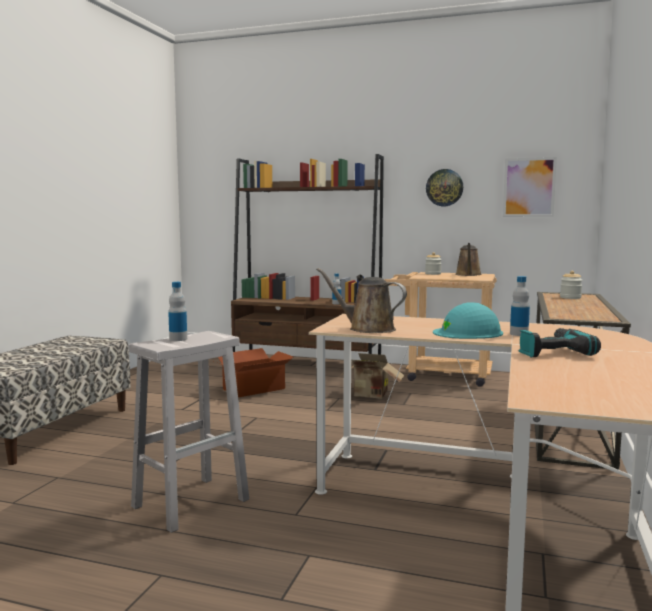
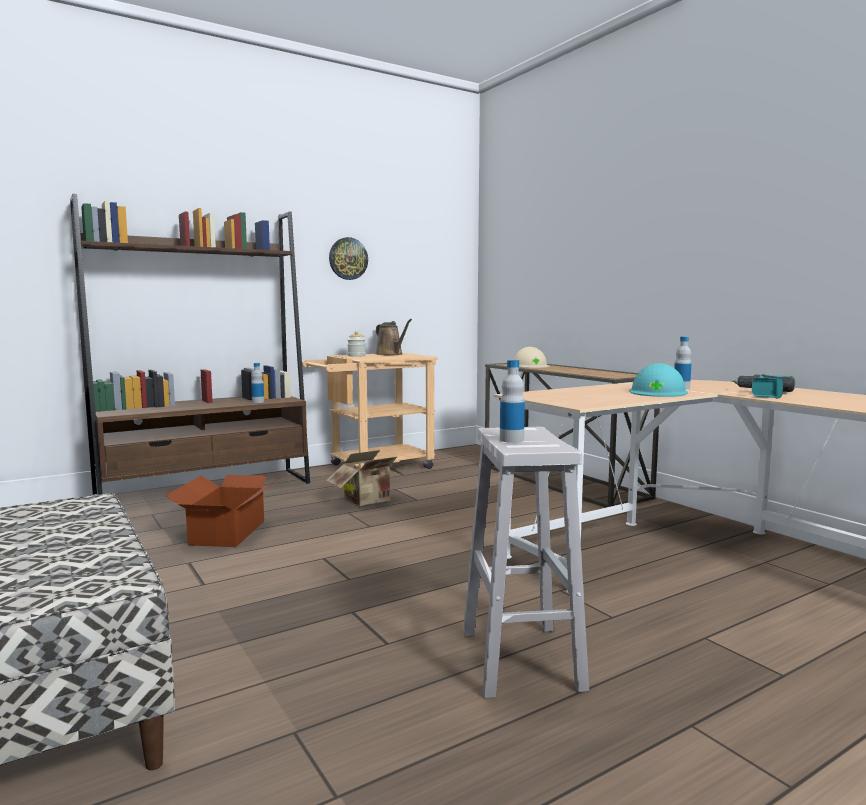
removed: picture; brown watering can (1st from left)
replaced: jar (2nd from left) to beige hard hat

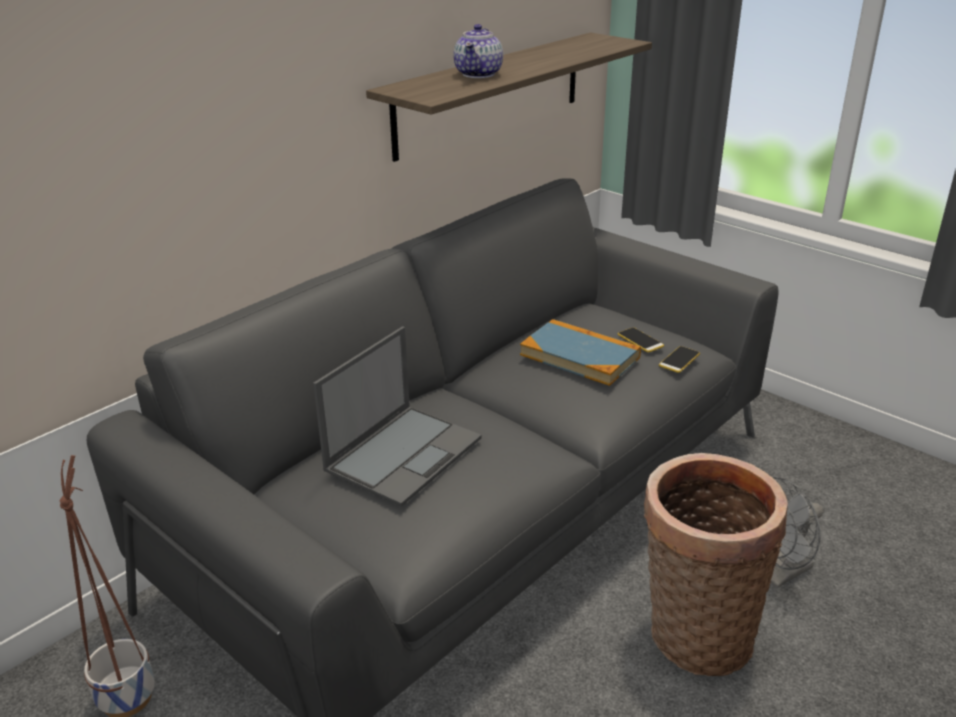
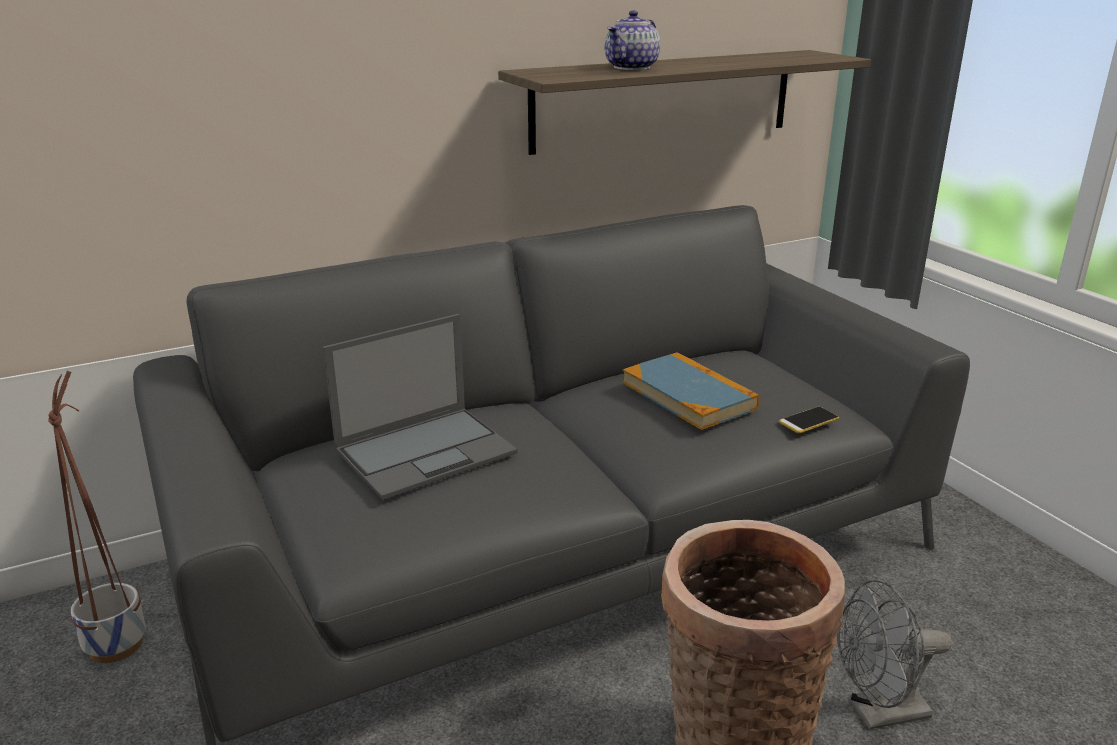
removed: phone (1st from left)

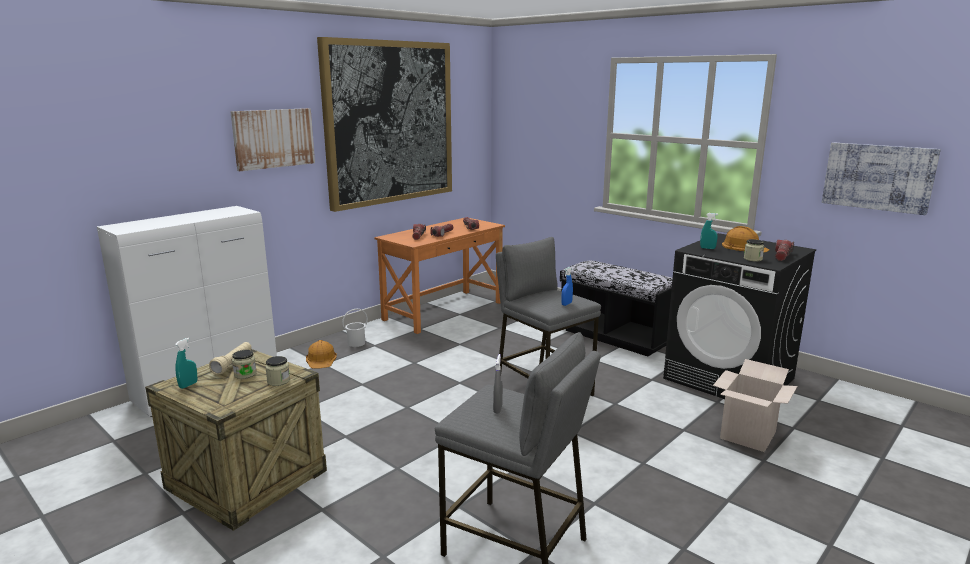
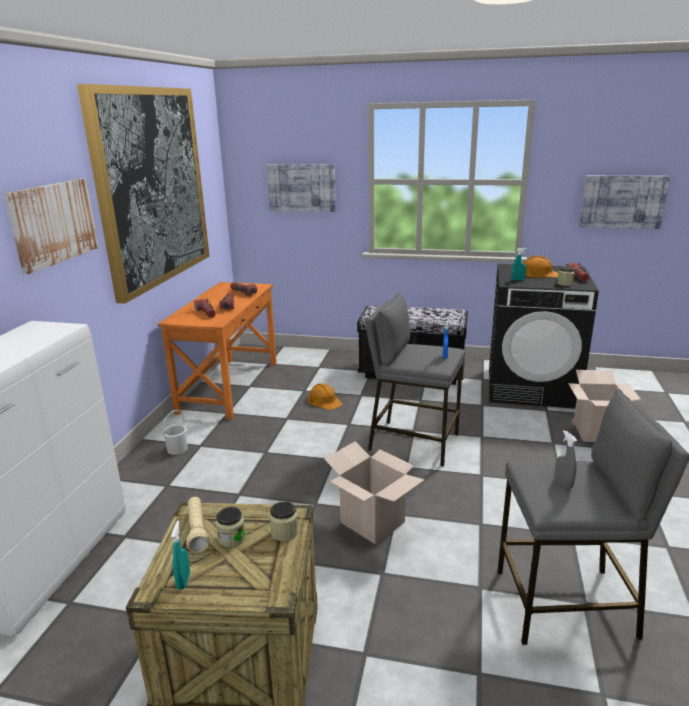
added: picture (3rd from left); cardboard box (1st from left)
moved: orange hard hat (1st from left)

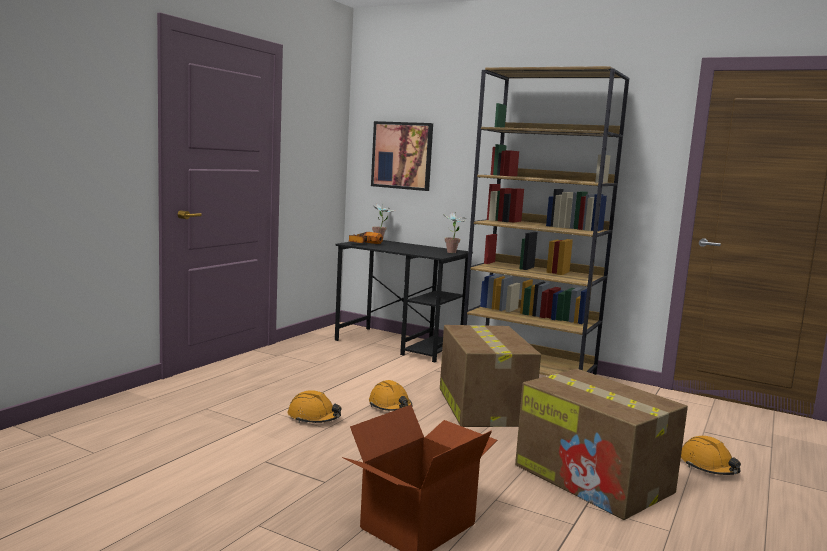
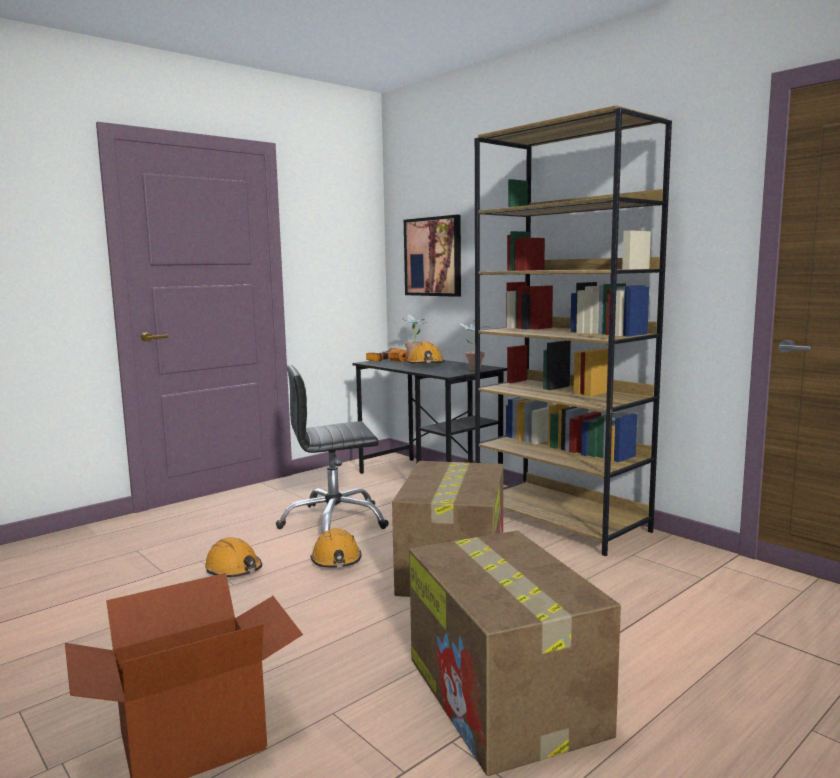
added: black office chair
moved: orange hard hat (3rd from left)

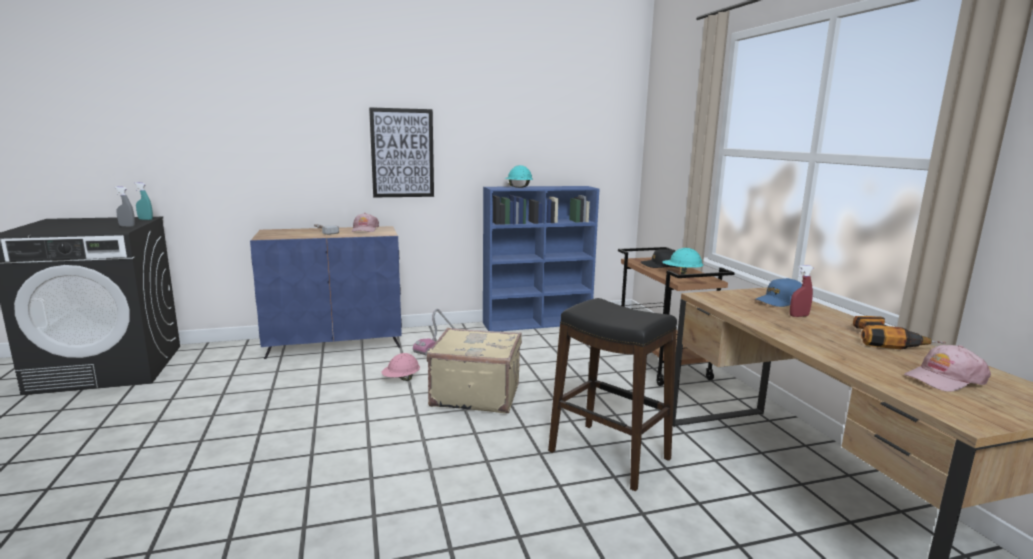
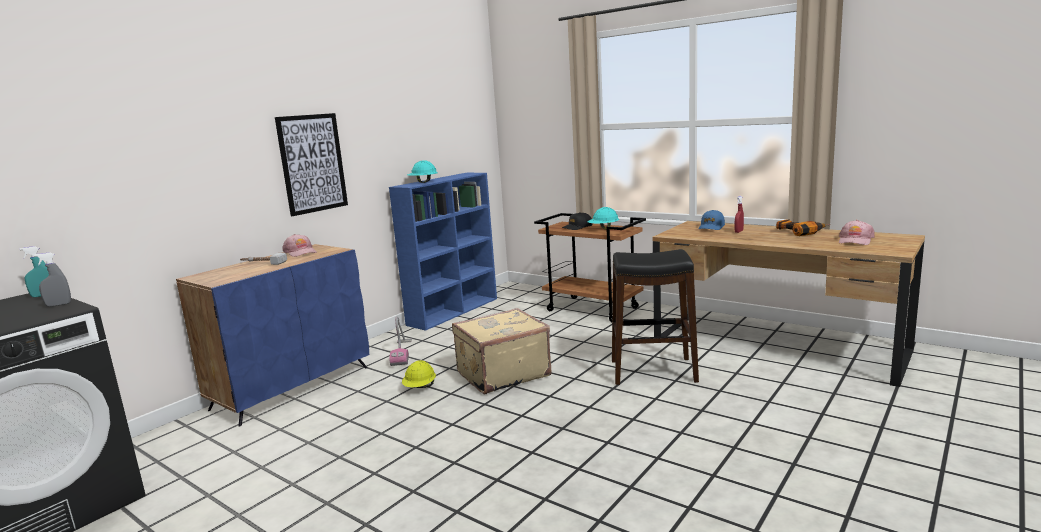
recoloured: pink hard hat to yellow hard hat

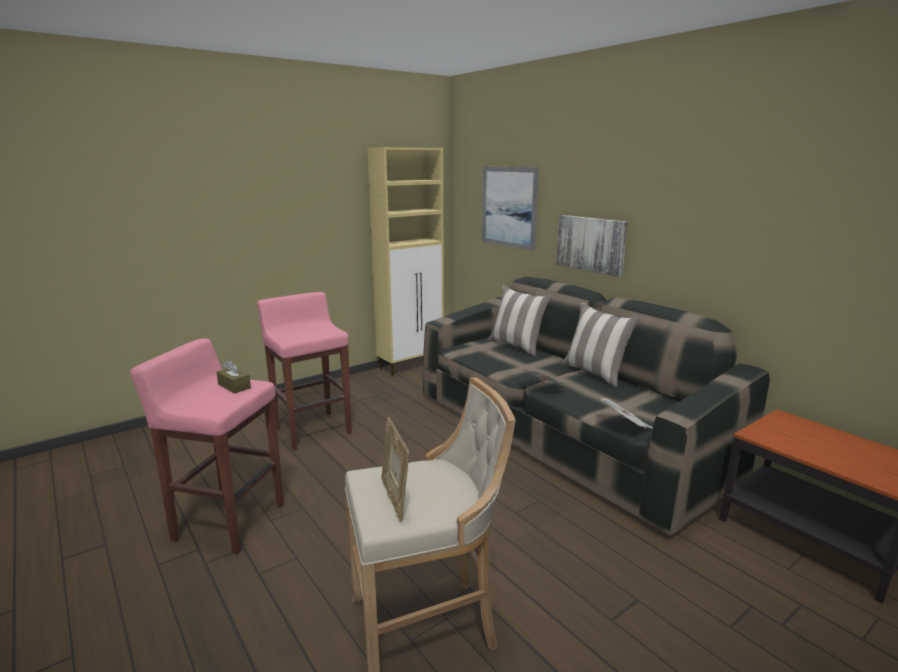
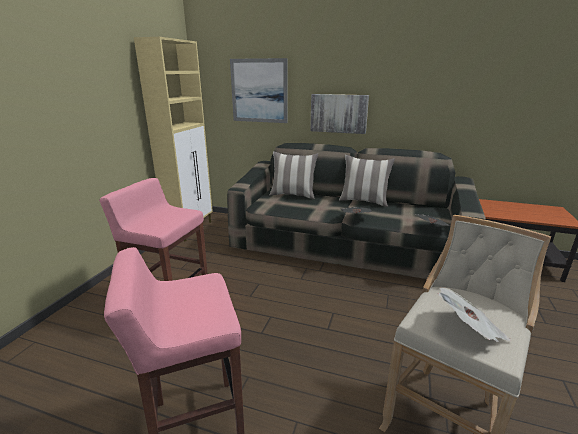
removed: brown tissue box
replaced: picture frame to newspaper (3rd from left)

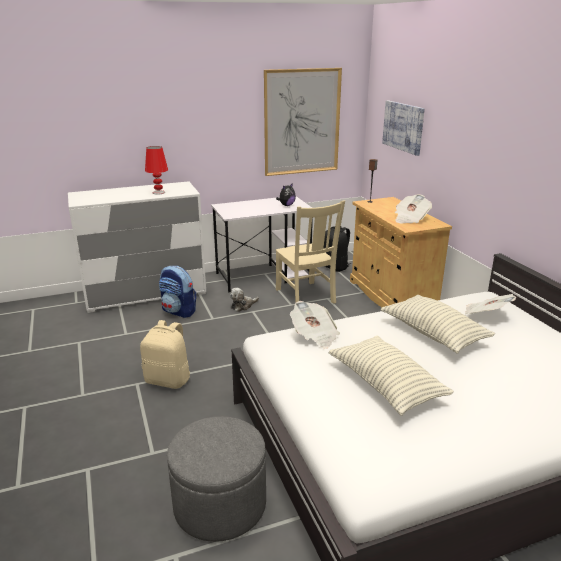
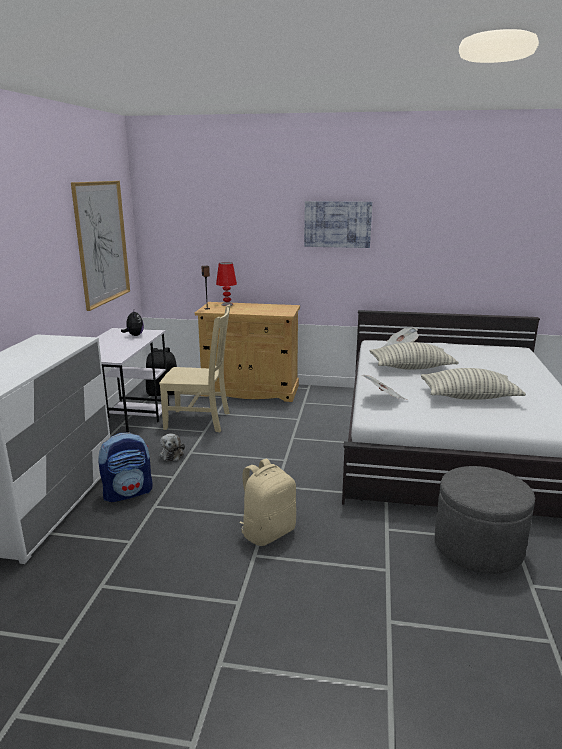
removed: newspaper (2nd from left)
moved: picture (2nd from left); red table lamp

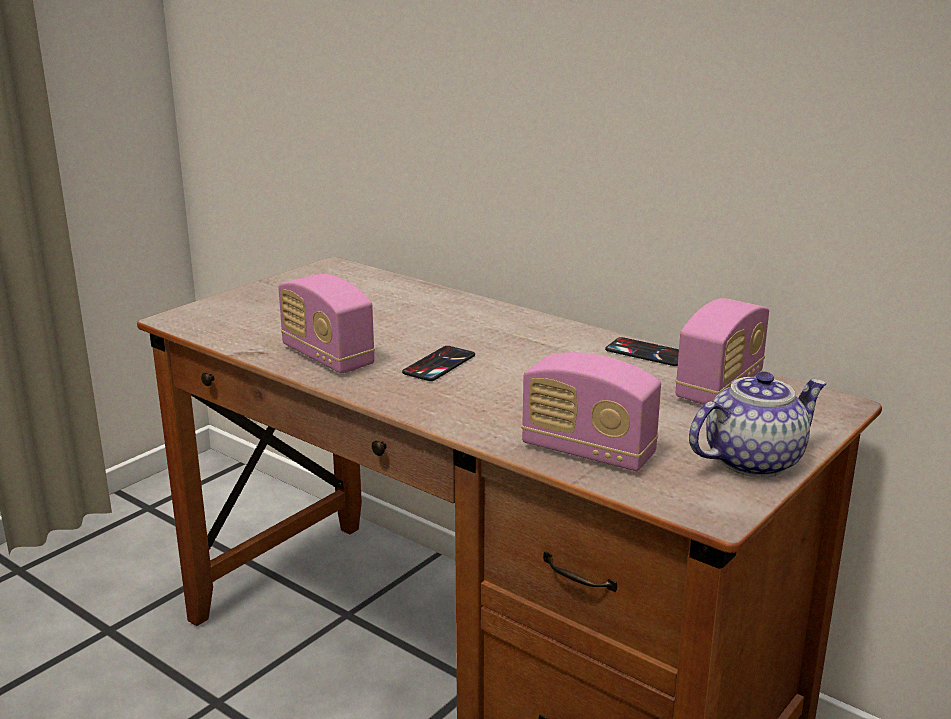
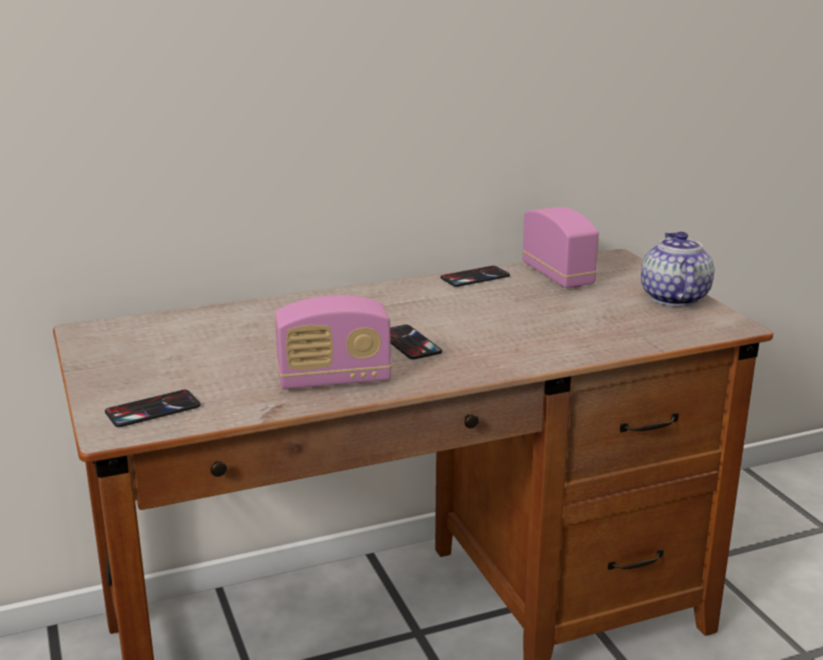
removed: radio (2nd from left)
added: phone (1st from left)

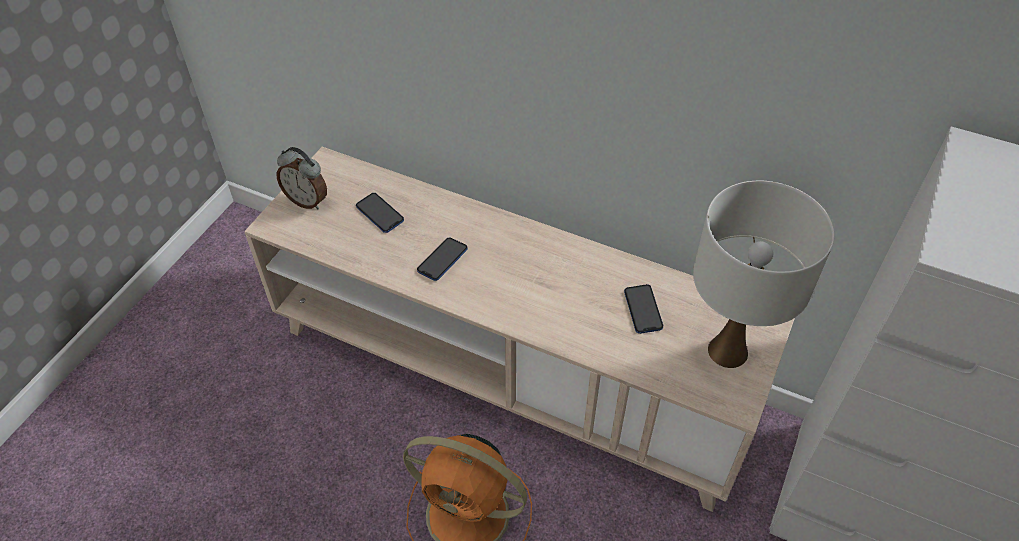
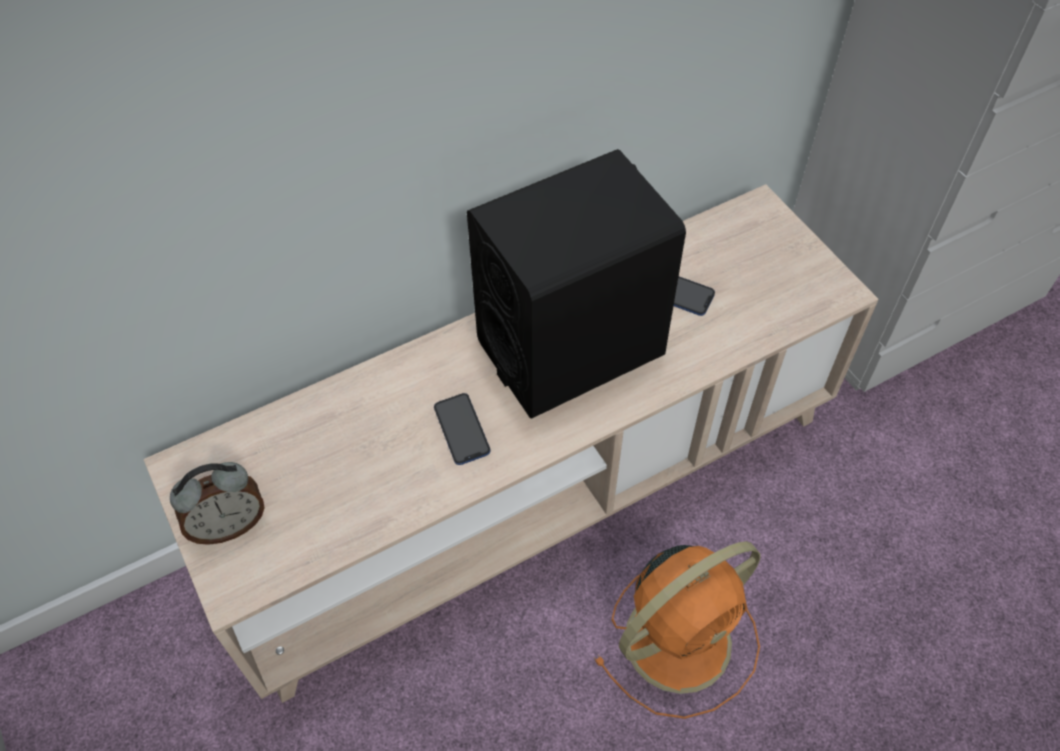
removed: white table lamp; phone (1st from left)
added: black speaker

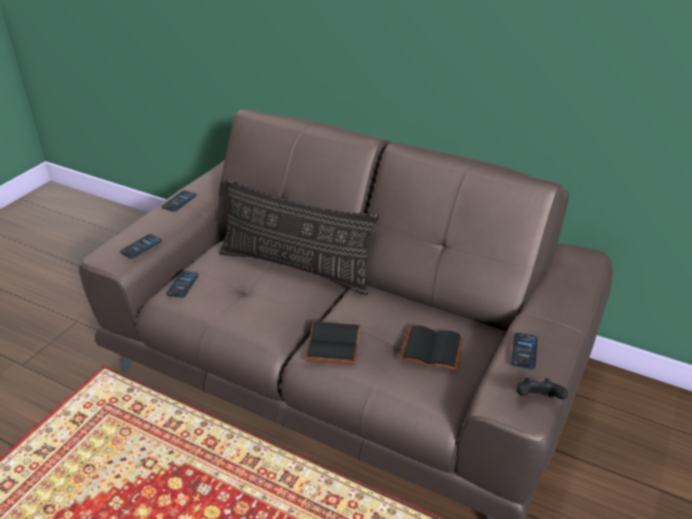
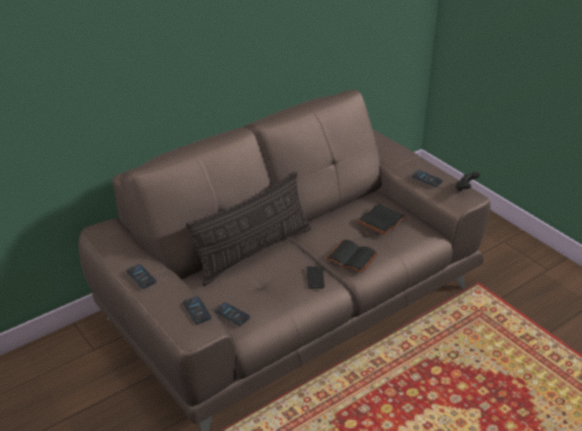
added: phone (4th from left)

